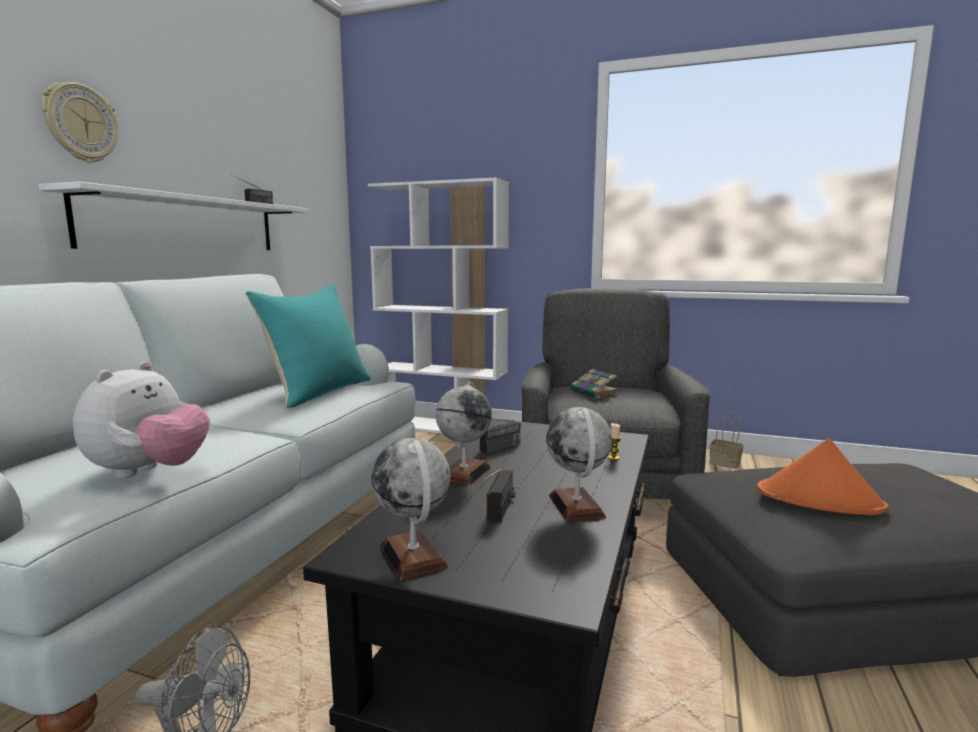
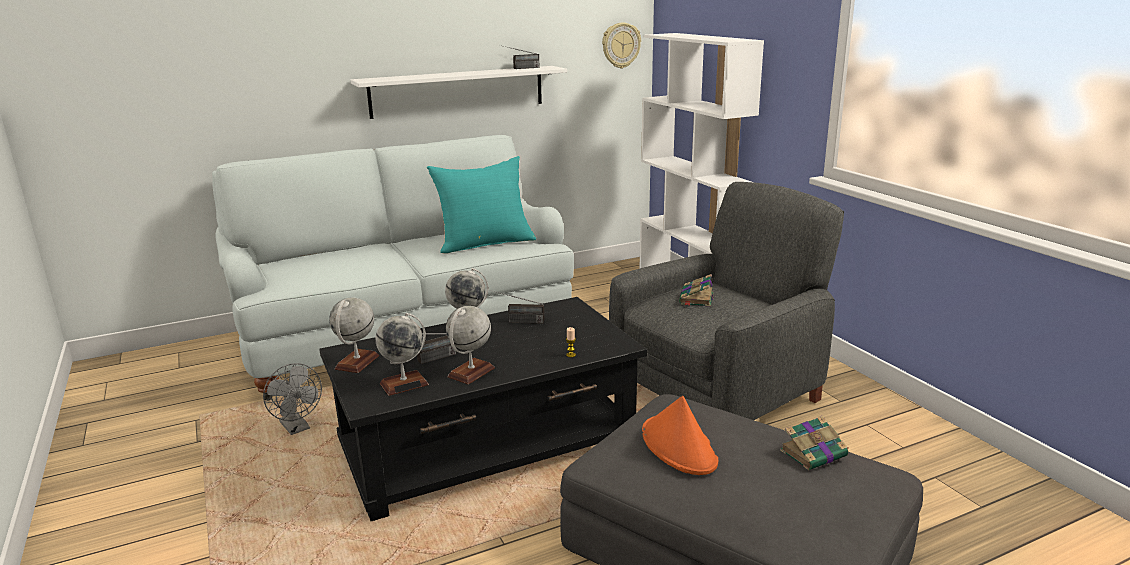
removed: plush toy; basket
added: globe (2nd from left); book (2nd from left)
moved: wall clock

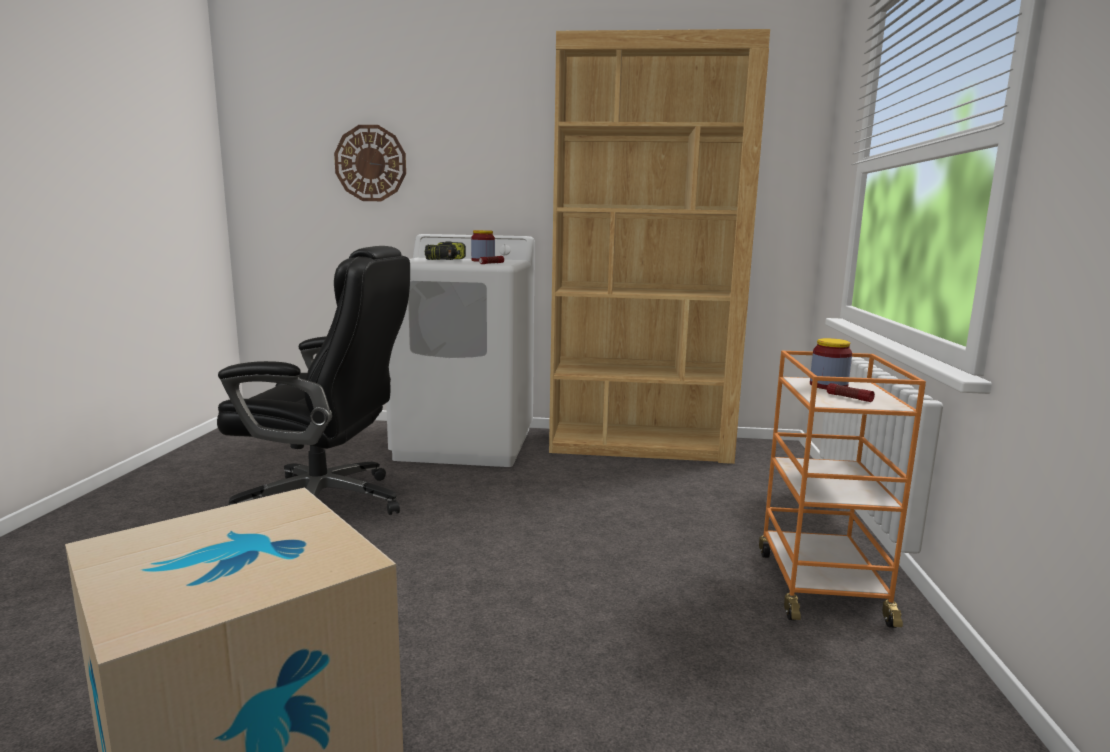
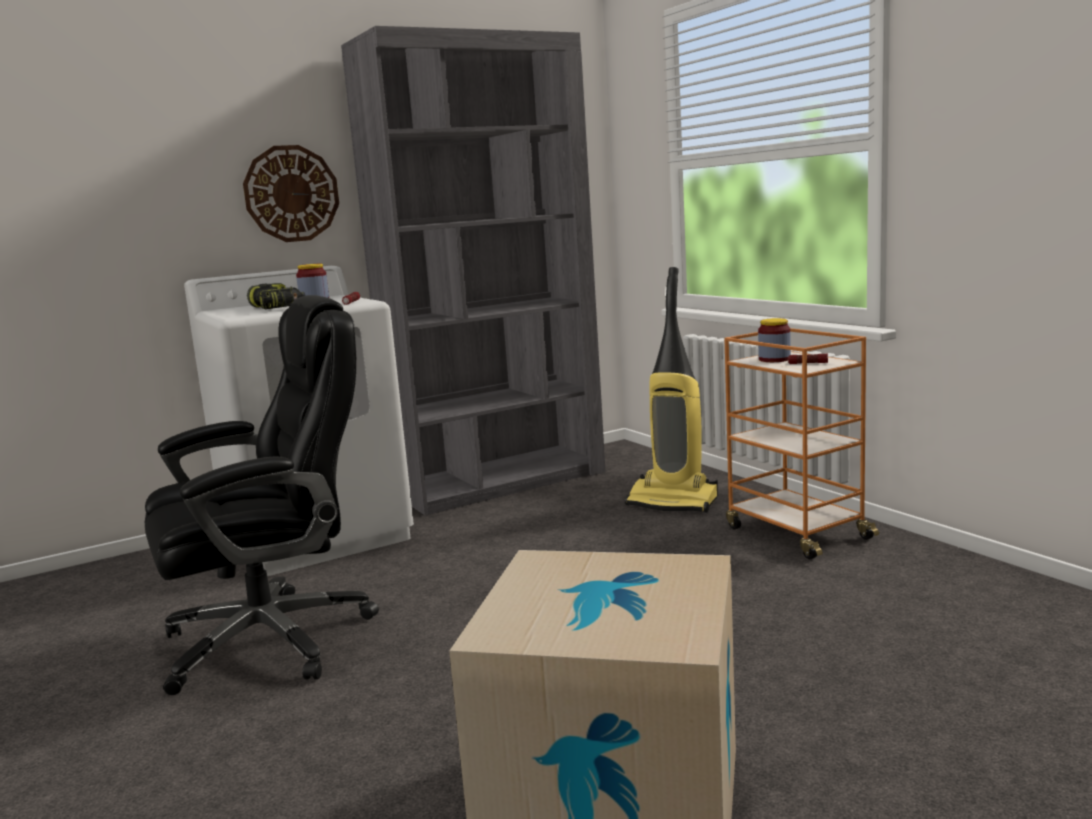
added: vacuum cleaner
moved: wall clock
recoloured: brown bookcase to grey bookcase

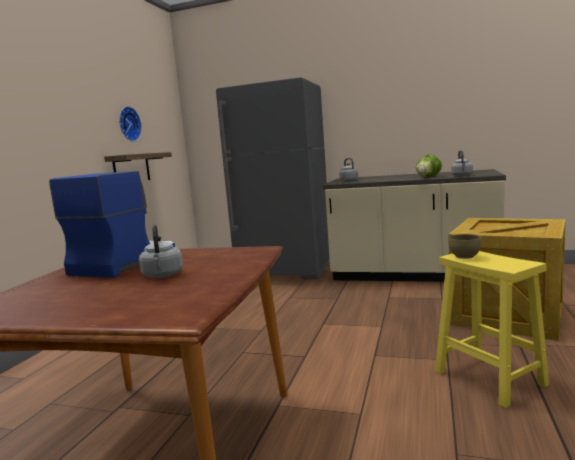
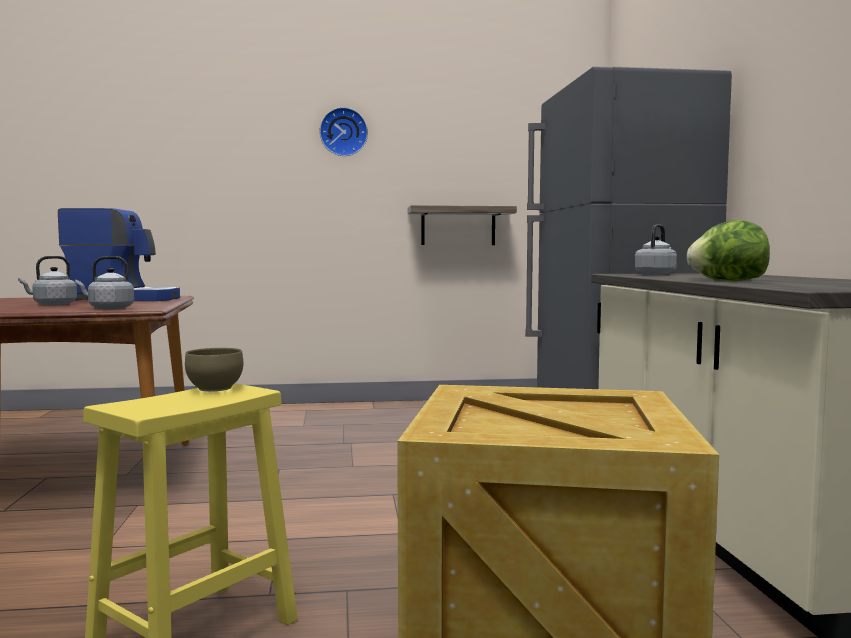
moved: wall clock; grey kettle (3rd from left in the first image) to grey kettle (2nd from left)

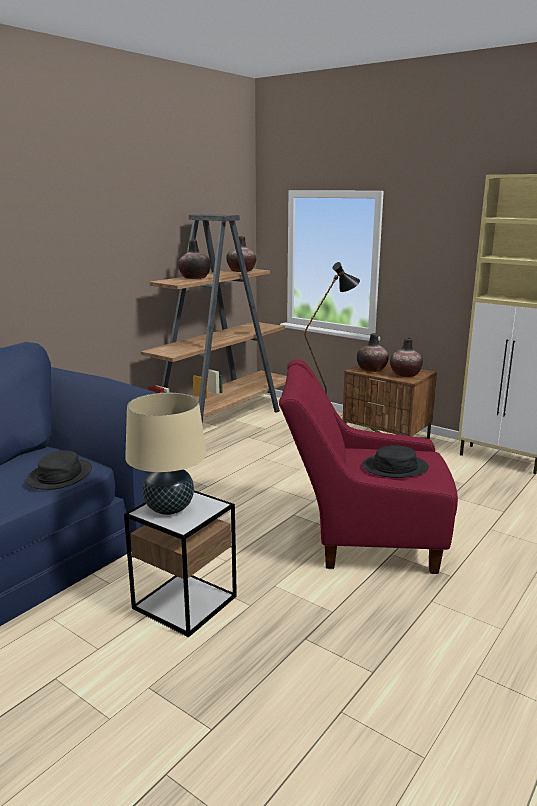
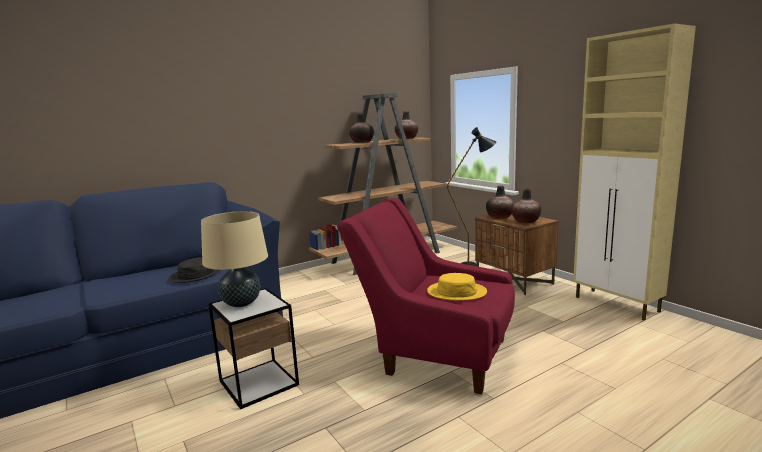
recoloured: black hat (2nd from left) to yellow hat

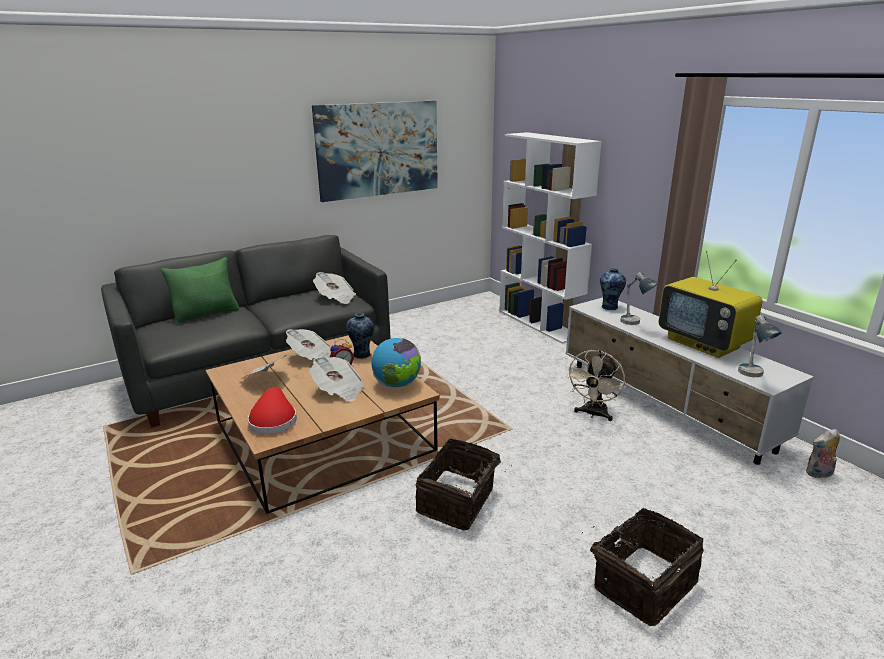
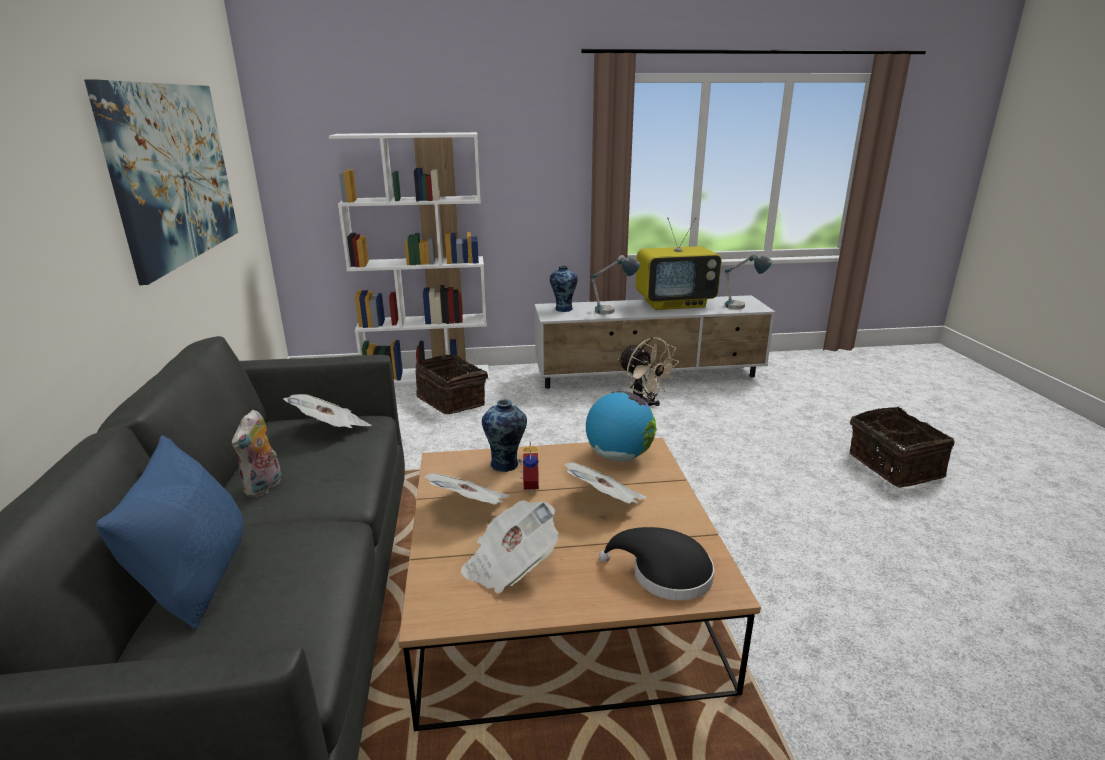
moved: plush toy; basket (1st from left)
recoloured: green pillow to blue pillow; red hat to black hat

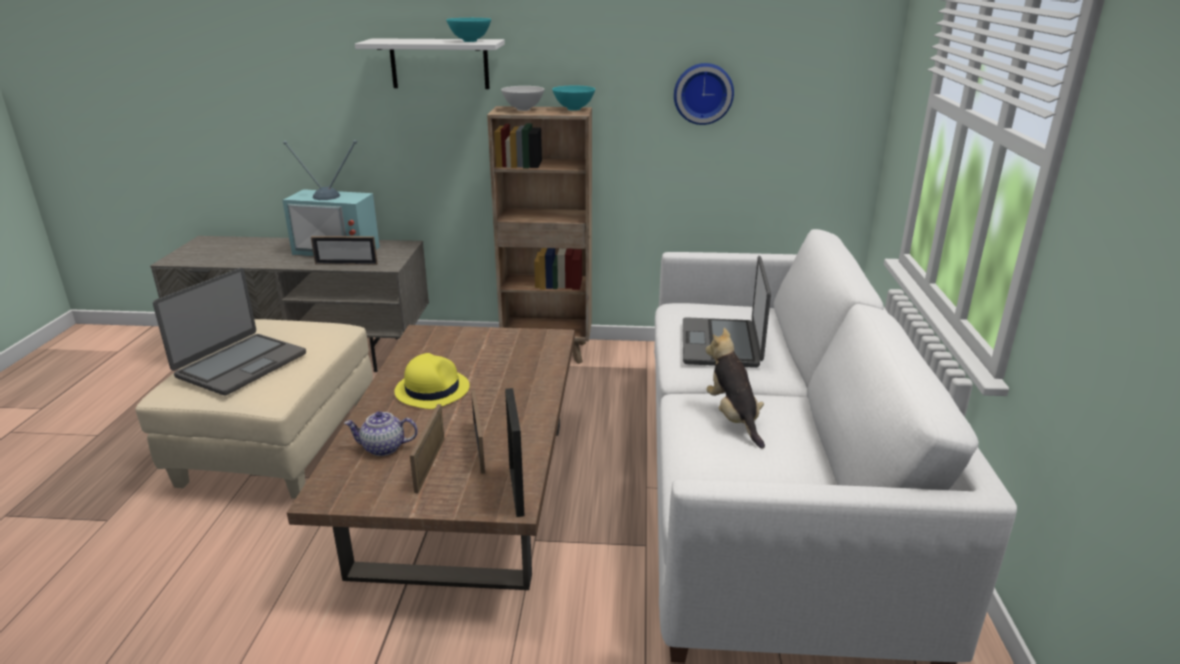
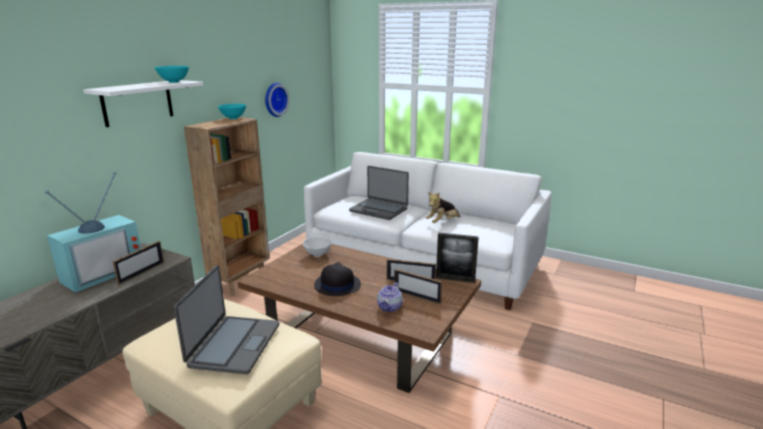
moved: white bowl
recoloured: yellow hat to black hat
turned: laptop (1st from left) 45 degrees clockwise; plush toy 45 degrees counterclockwise

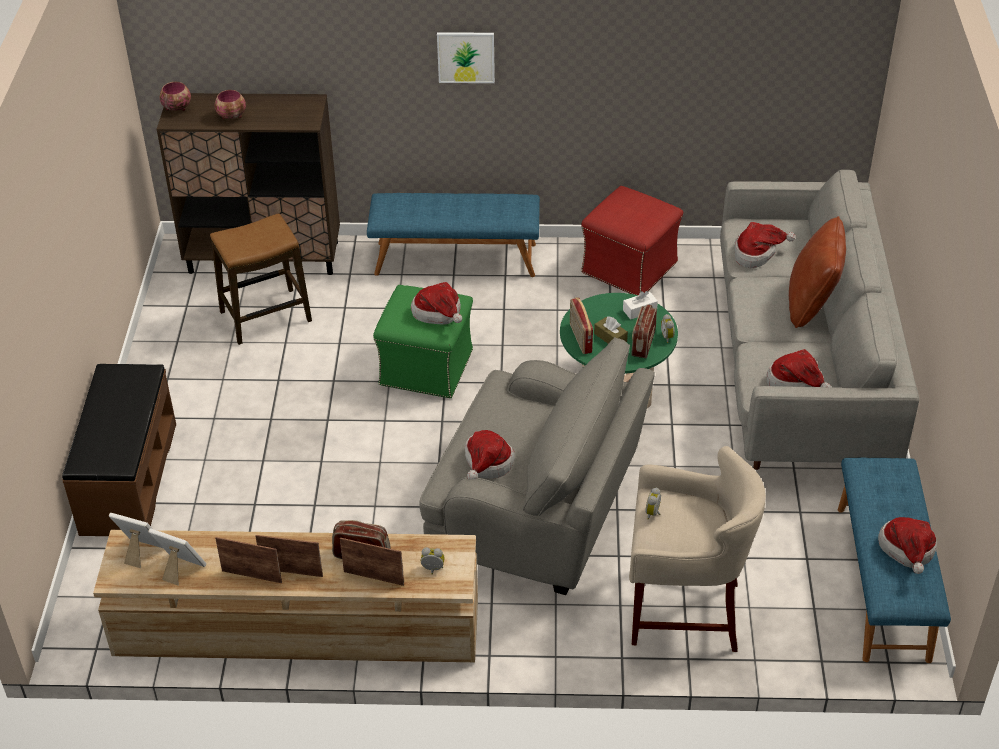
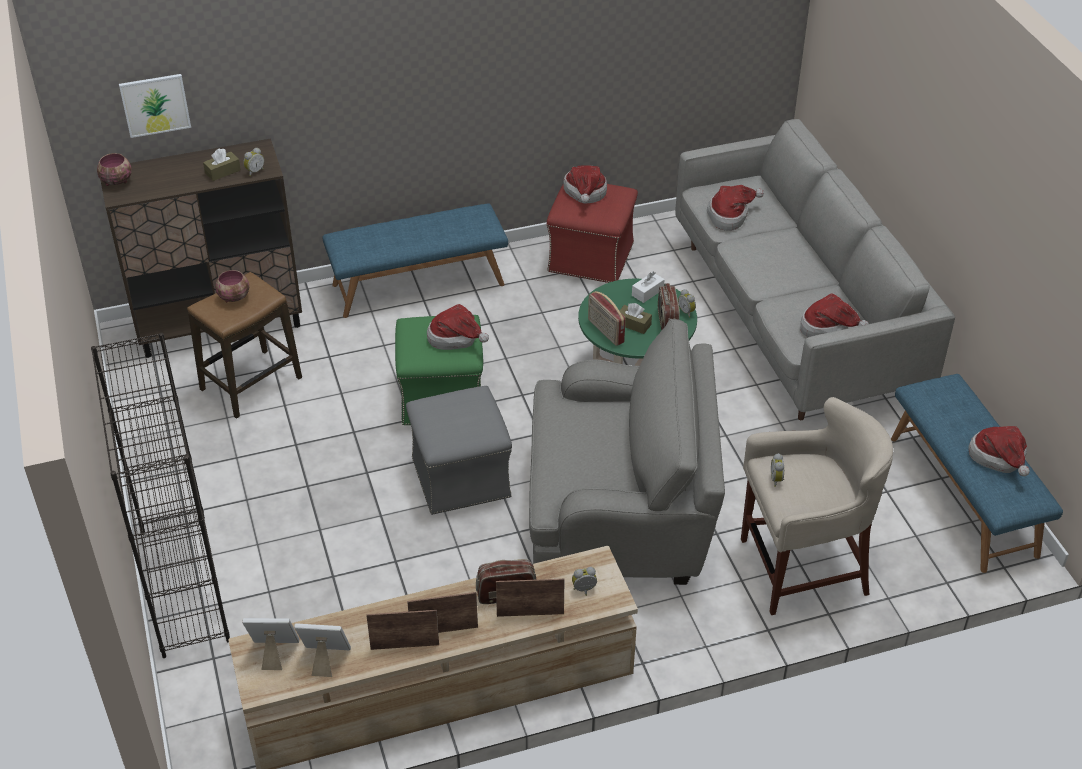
removed: brown pillow
added: brown tissue box (1st from left); alarm clock (1st from left); grey ottoman
moved: picture; bowl (2nd from left); hat (2nd from left)
replaced: brown bench to black bookcase

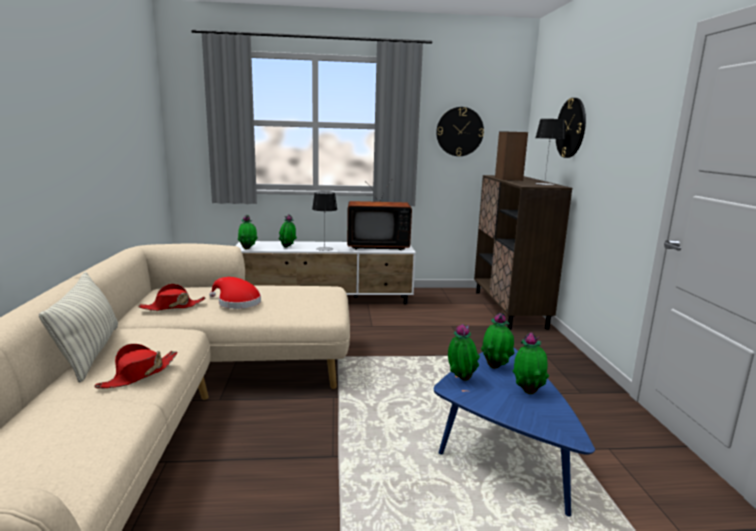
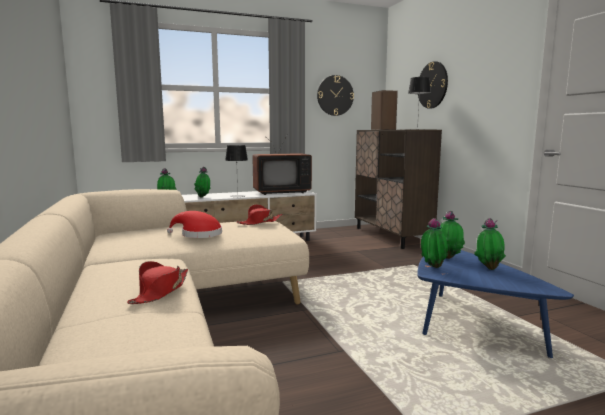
removed: pillow
moved: red hat (2nd from left in the first image) to red hat (3rd from left)

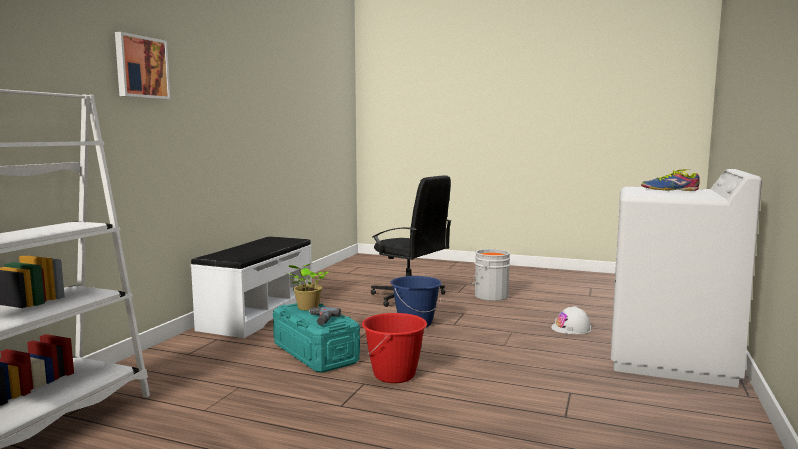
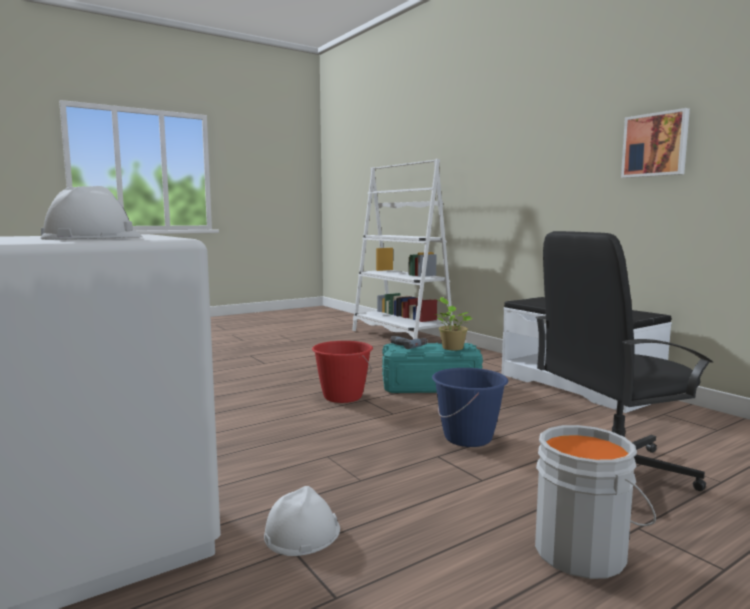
moved: picture
replaced: shoe to white hard hat (1st from left)

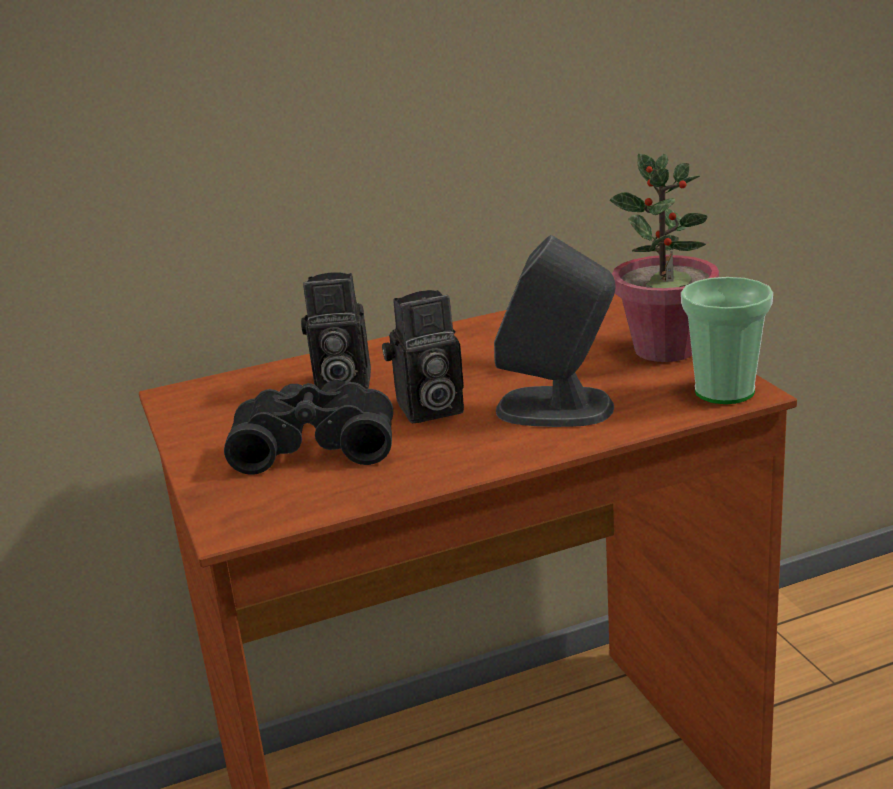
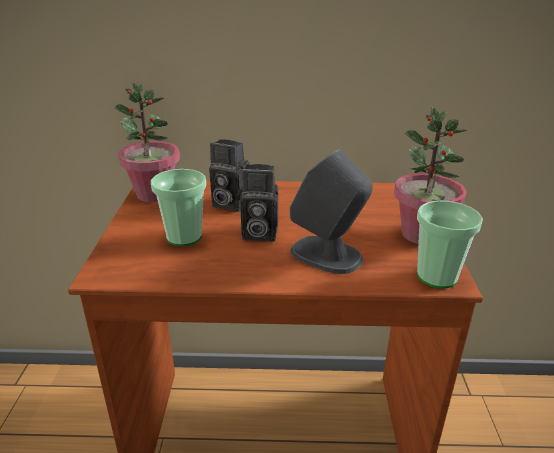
added: potted plant (1st from left)
replaced: black binoculars to cup (1st from left)

